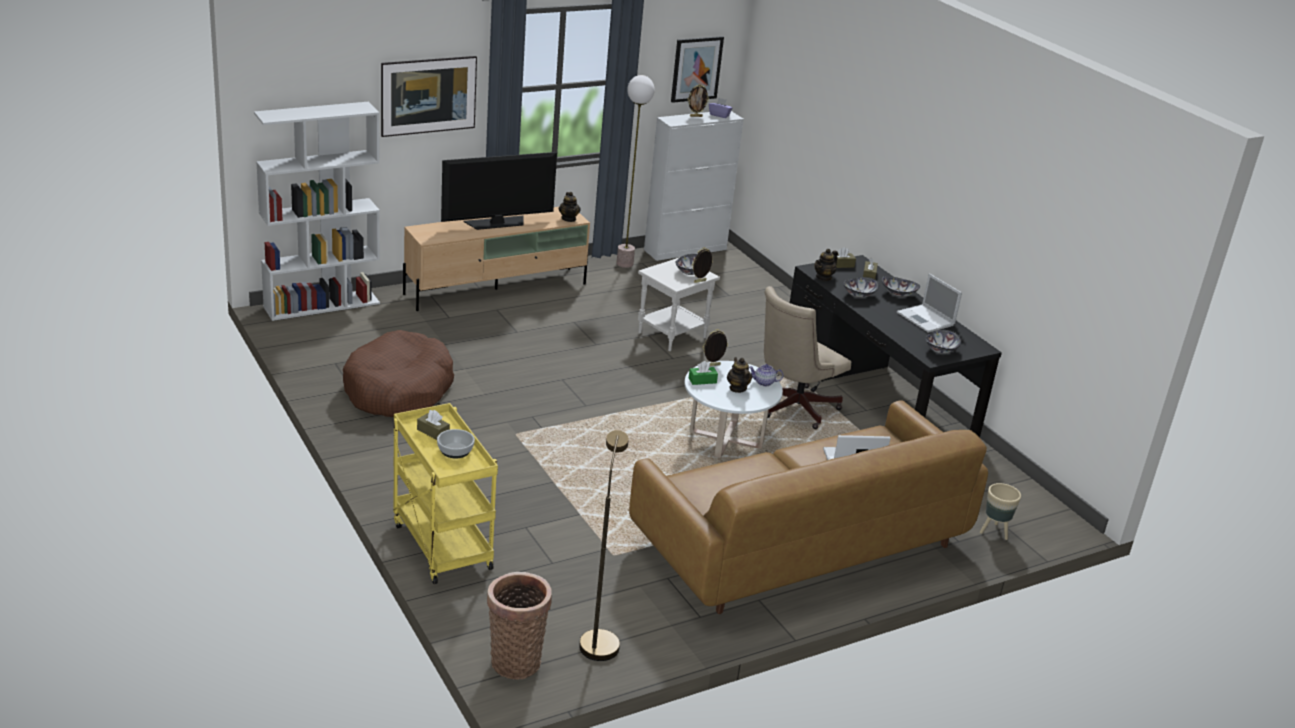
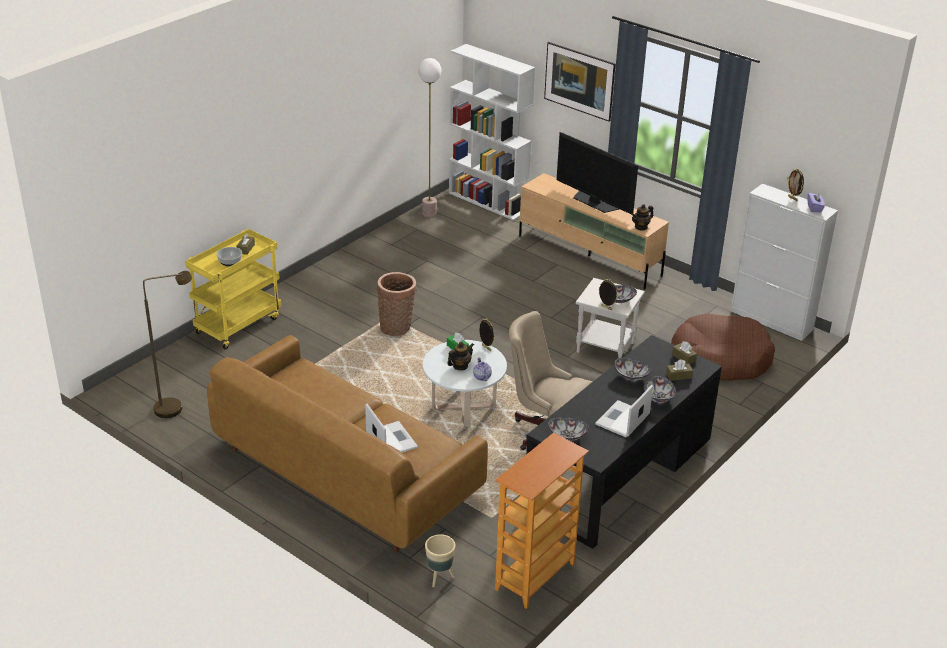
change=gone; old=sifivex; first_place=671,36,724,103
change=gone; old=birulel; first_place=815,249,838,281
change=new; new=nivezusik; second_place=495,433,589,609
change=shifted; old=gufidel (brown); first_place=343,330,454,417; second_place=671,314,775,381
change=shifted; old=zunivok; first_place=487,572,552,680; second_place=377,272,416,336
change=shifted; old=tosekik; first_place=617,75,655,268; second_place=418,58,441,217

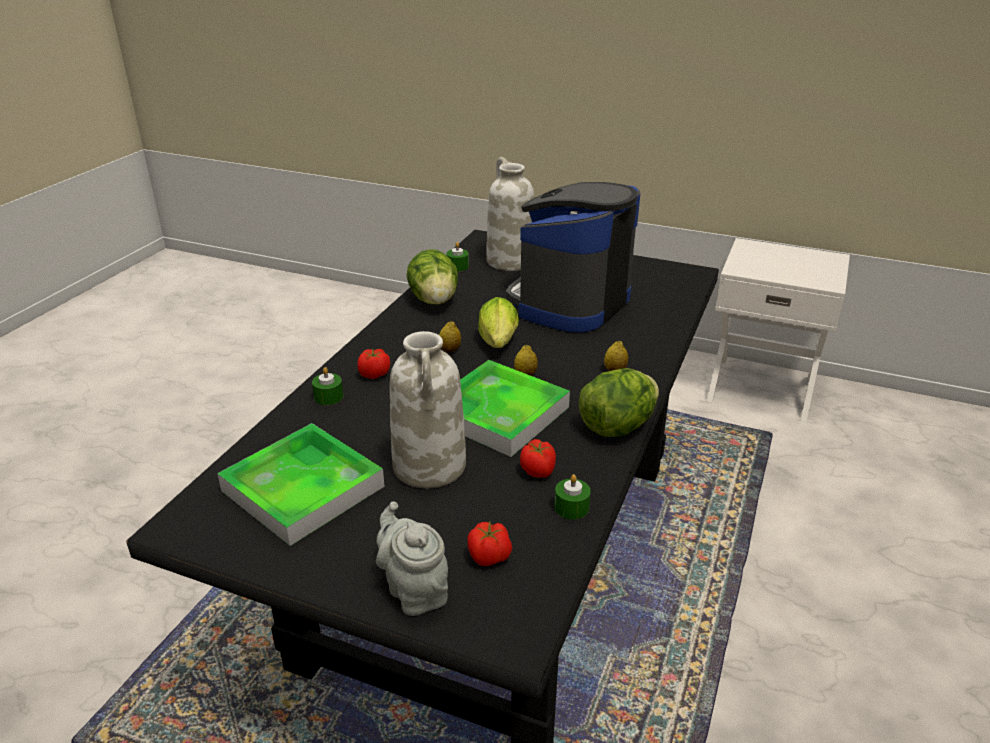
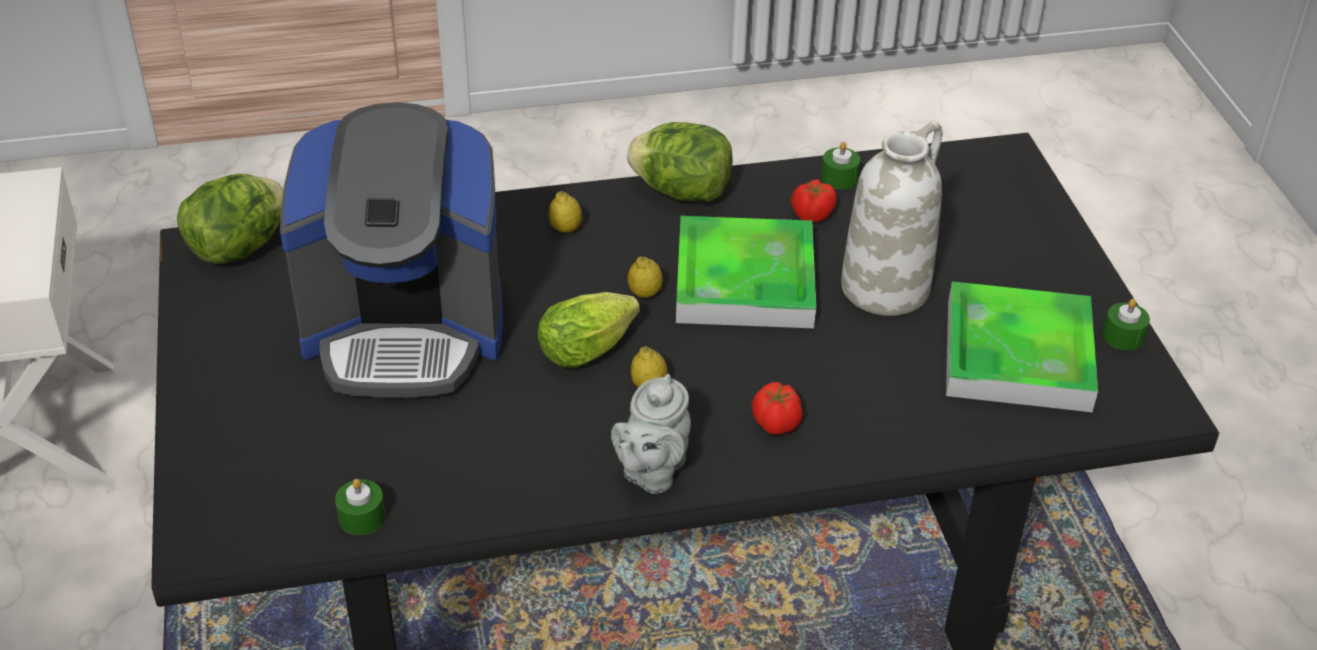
change=gone; old=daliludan; first_place=468,522,512,566
change=gone; old=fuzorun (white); first_place=486,157,535,271
change=shifted; old=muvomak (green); first_place=312,367,343,405; second_place=1102,299,1150,350
change=shifted; old=birulel (grey); first_place=376,501,448,616; second_place=611,374,691,494
change=shifted; old=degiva; first_place=407,249,458,305; second_place=177,174,284,264

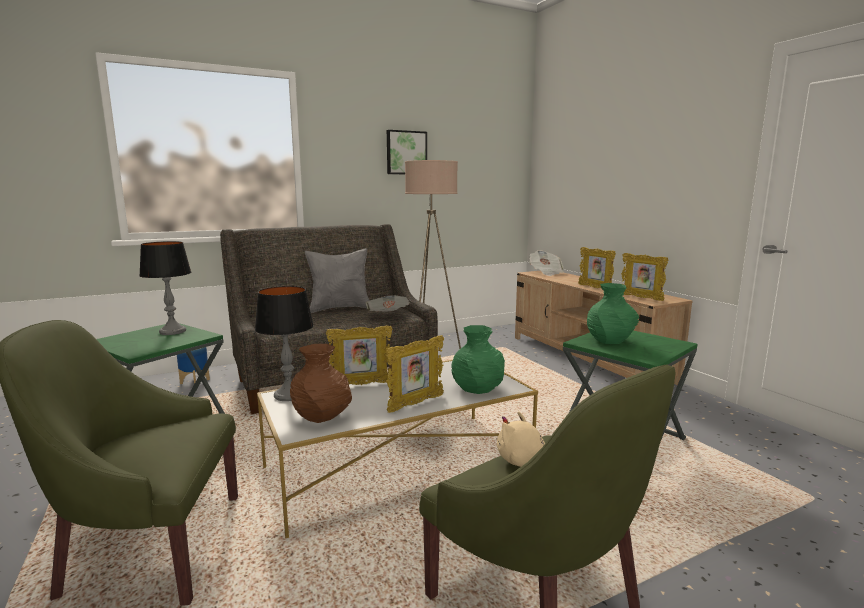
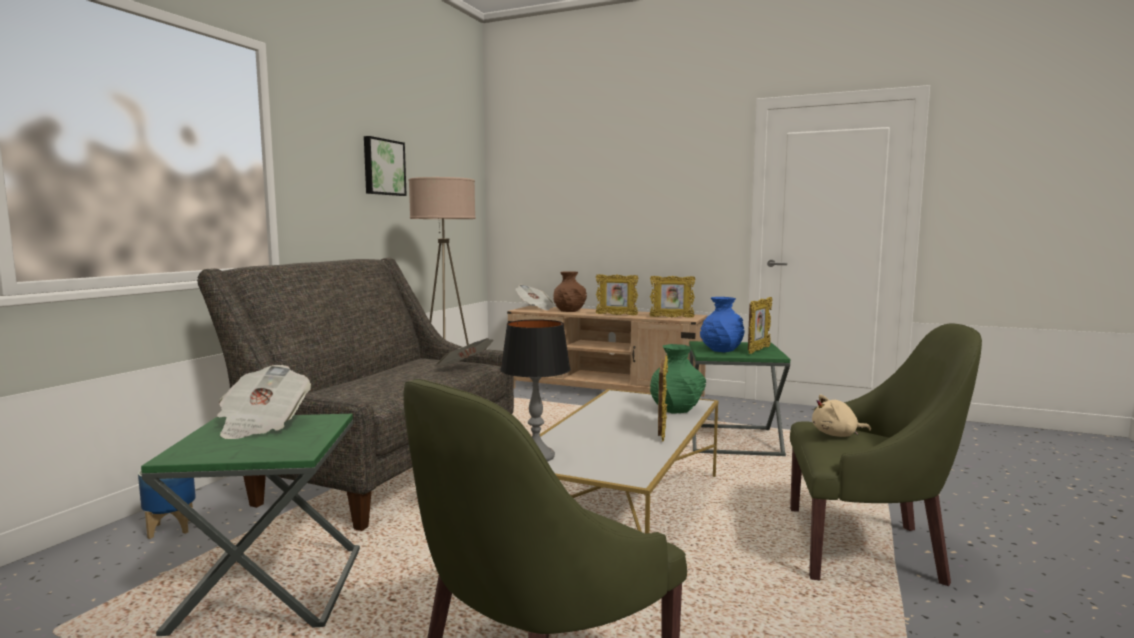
change=gone; old=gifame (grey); first_place=305,248,370,313
change=shifted; old=fuzorun (brown); first_place=290,344,352,423; second_place=553,271,587,312
change=shifted; old=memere; first_place=326,326,392,385; second_place=748,297,772,354
change=swapped; old=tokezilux; new=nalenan; first_place=139,241,192,335; second_place=217,365,311,439
change=repainted; old=fuzorun (green); new=fuzorun (blue); first_place=587,283,639,344; second_place=700,297,744,352

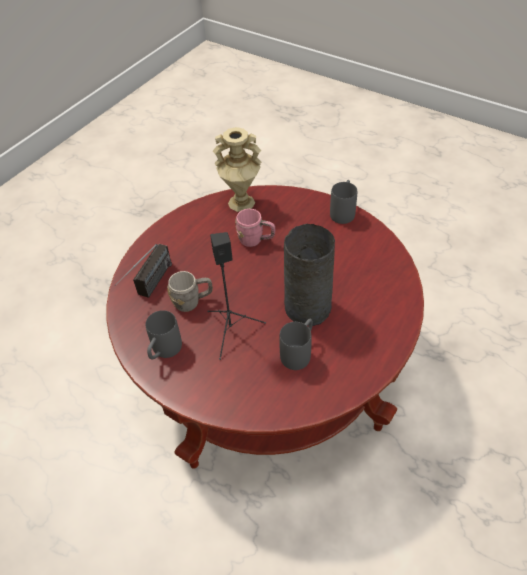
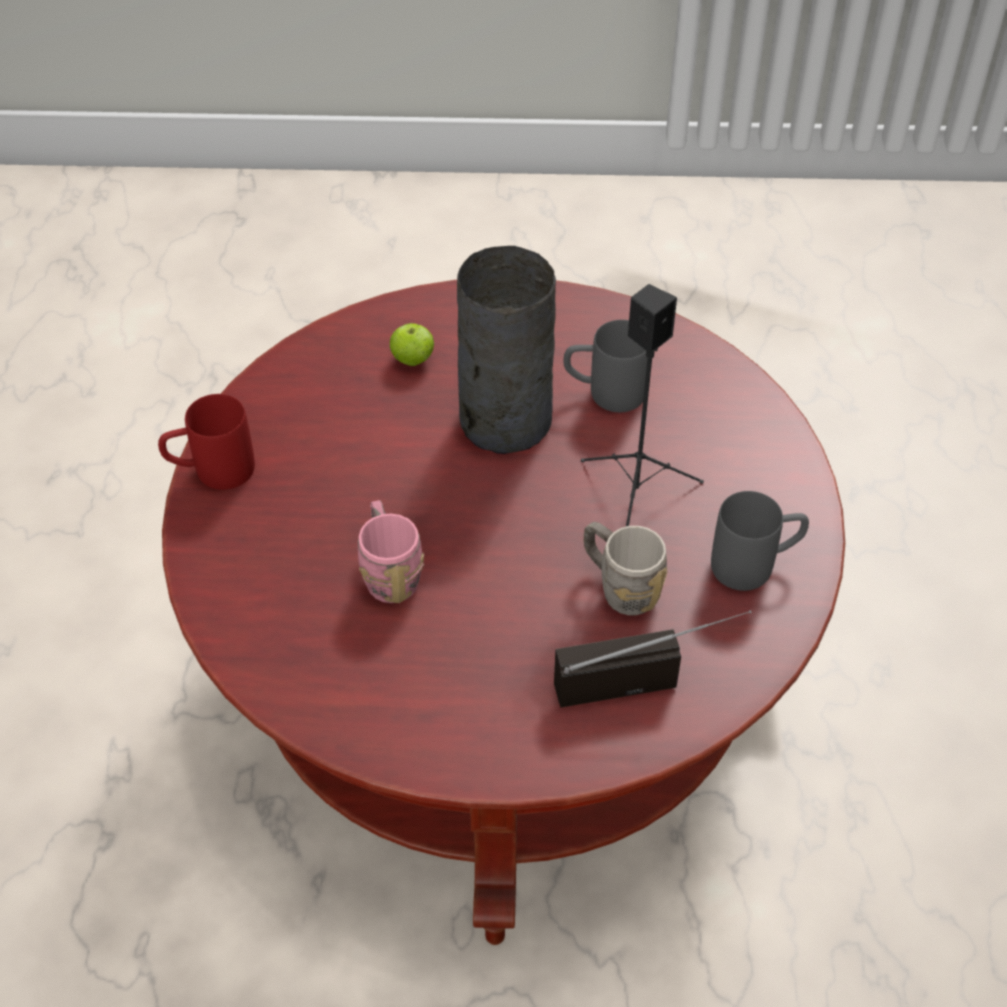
change=gone; old=fuzorun (beige); first_place=213,127,261,212
change=new; new=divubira; second_place=389,323,434,366
change=repainted; old=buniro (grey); new=buniro (red); first_place=330,180,357,224; second_place=158,394,255,490

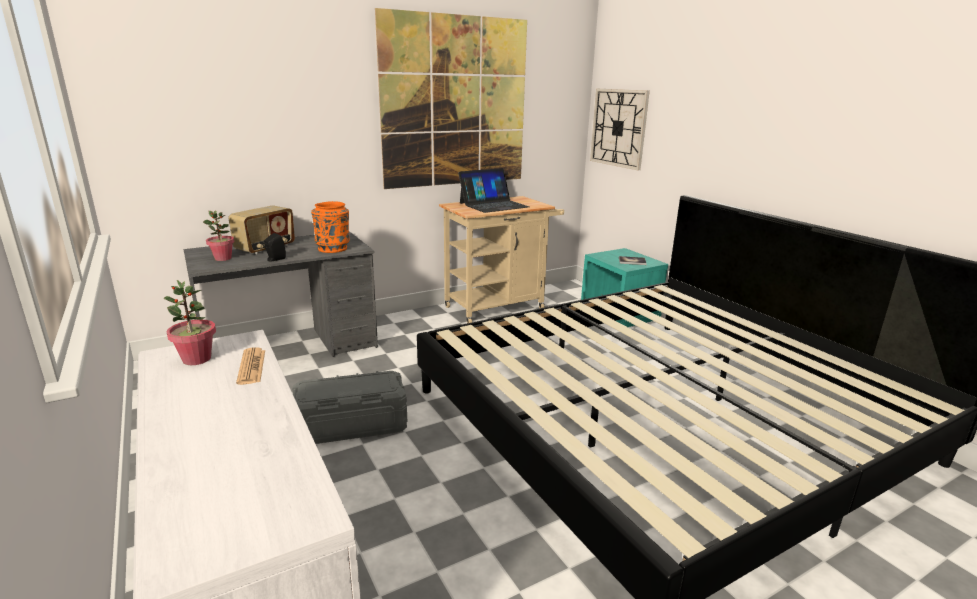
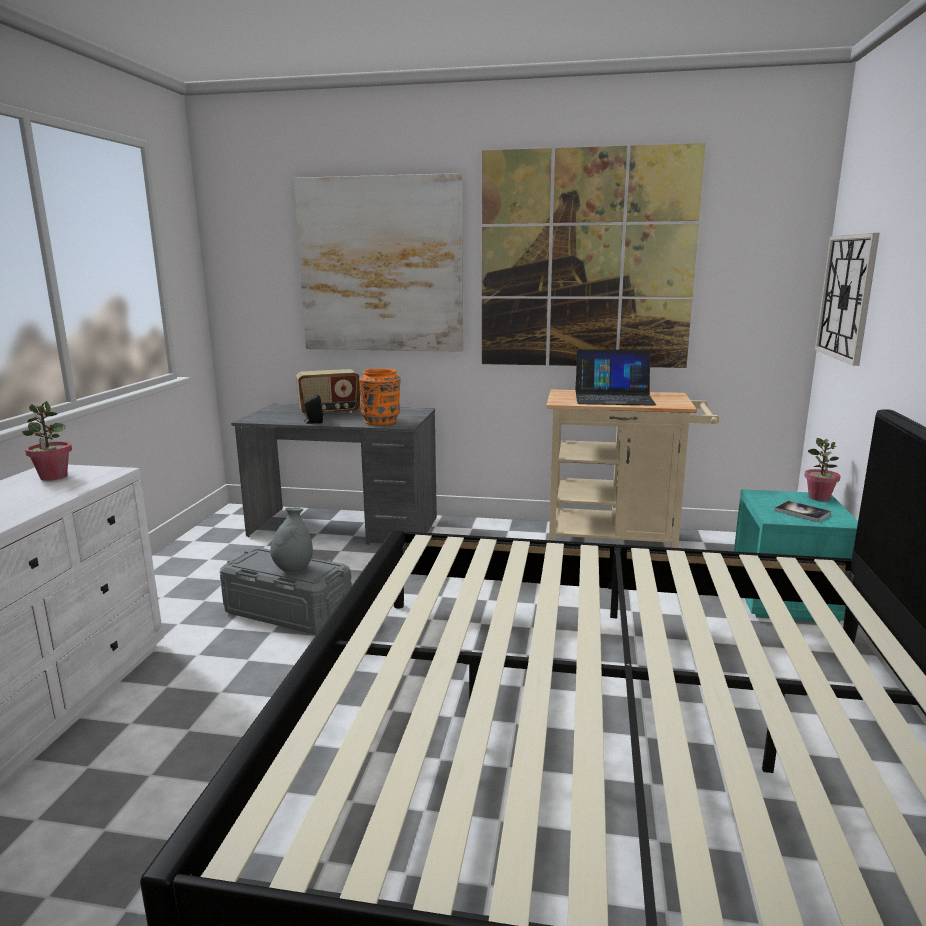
change=gone; old=nalenan; first_place=236,347,265,385
change=new; new=fuzorun (grey); second_place=270,507,313,572
change=new; new=sifivex; second_place=294,173,463,352
change=shifted; old=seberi; first_place=203,210,235,261; second_place=804,438,840,501

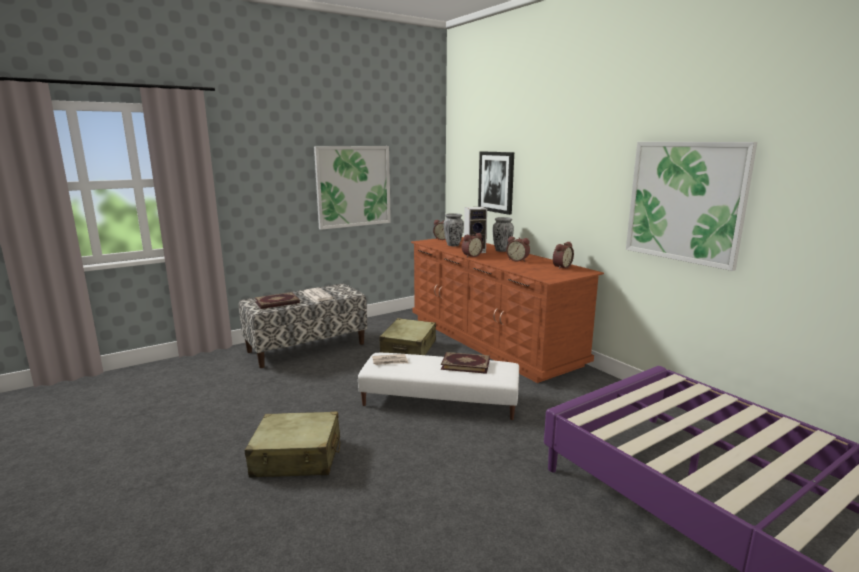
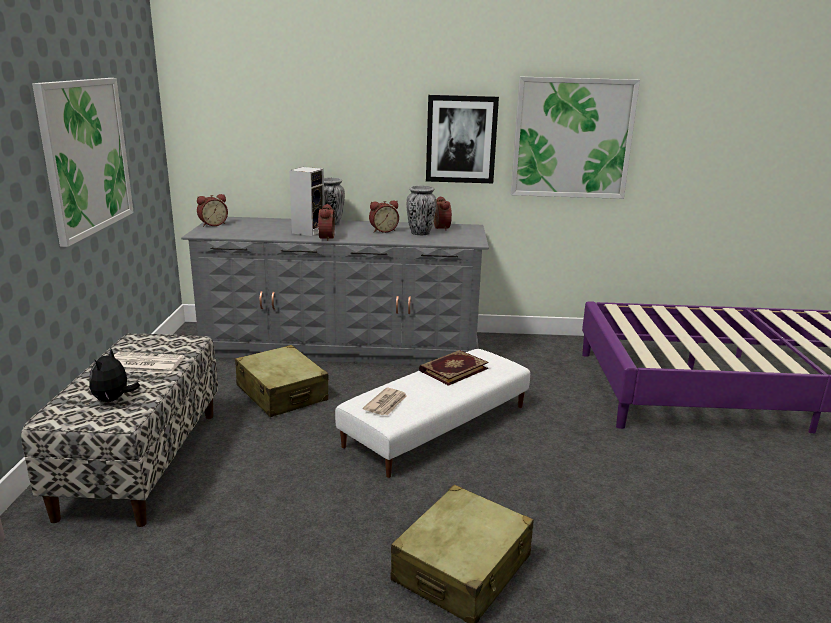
change=shifted; old=fuzorun; first_place=444,213,464,246; second_place=406,185,437,235
change=shifted; old=sifivex; first_place=478,151,514,215; second_place=426,95,499,183
change=swapped; old=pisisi; new=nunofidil; first_place=255,292,300,309; second_place=89,349,140,402
change=repainted; old=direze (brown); new=direze (grey); first_place=411,237,604,383; second_place=181,217,489,365

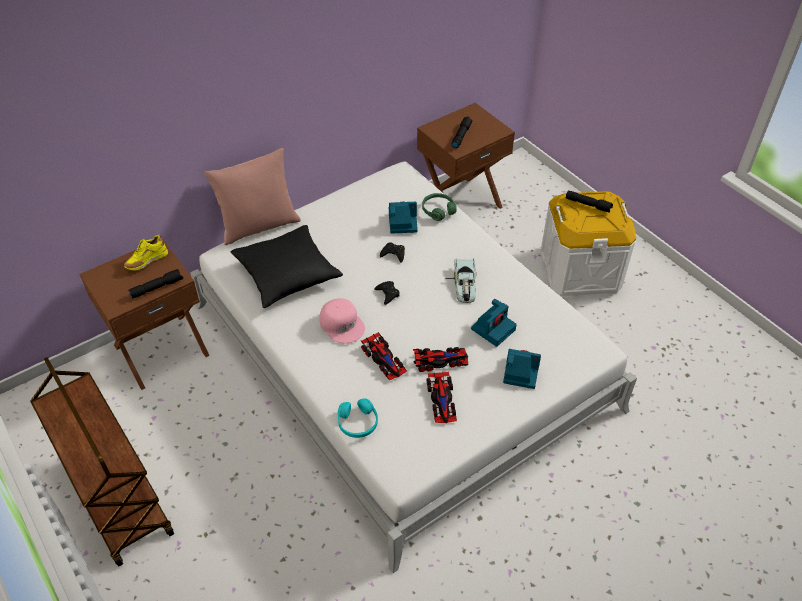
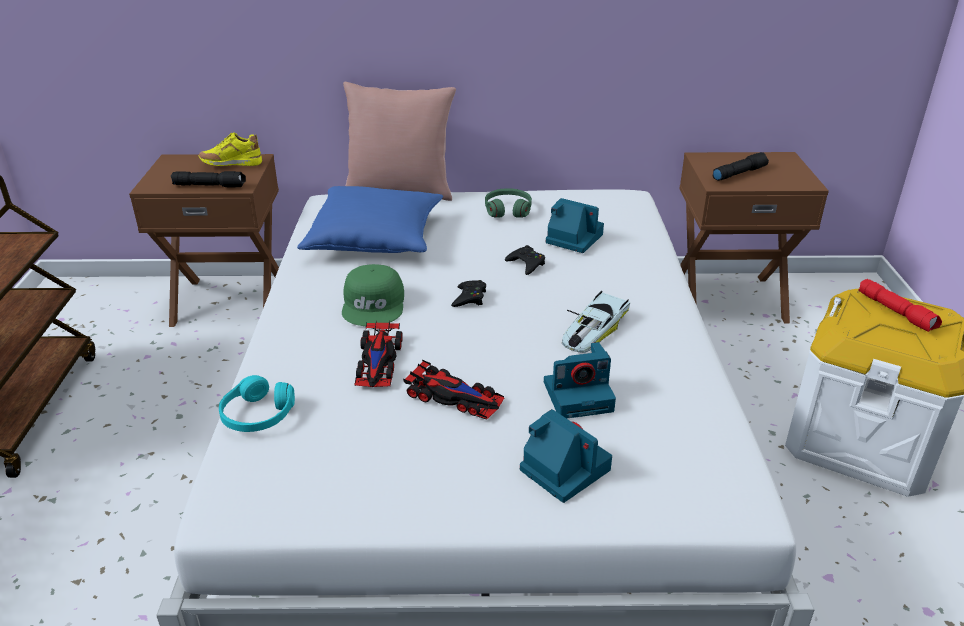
change=gone; old=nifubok; first_place=427,372,457,423
change=shifted; old=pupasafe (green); first_place=422,193,457,221; second_place=485,189,532,218
change=repainted; old=gifame (black); new=gifame (blue); first_place=231,225,343,308; second_place=297,186,443,253
change=repainted; old=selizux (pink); new=selizux (green); first_place=319,298,365,344; second_place=342,264,404,326
change=repainted; old=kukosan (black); new=kukosan (red); first_place=566,191,613,213; second_place=859,279,942,332

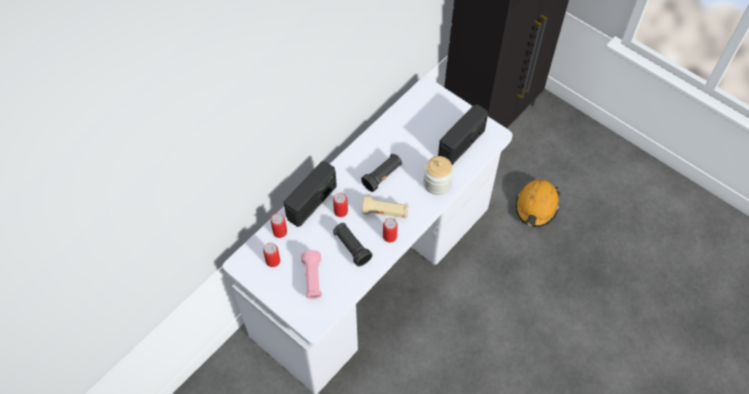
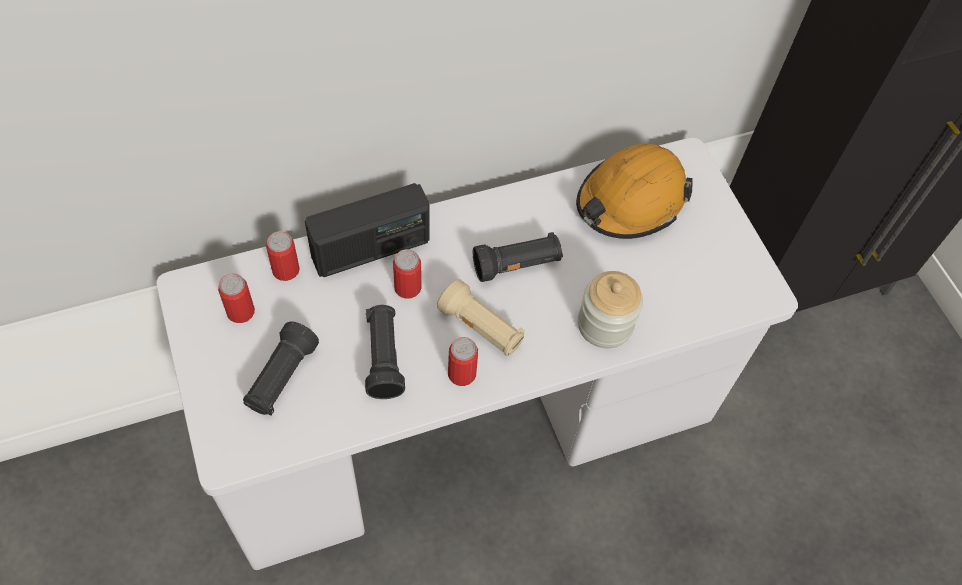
change=gone; old=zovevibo; first_place=438,104,488,165
change=shifted; old=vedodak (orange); first_place=515,179,560,227; second_place=576,144,693,239
change=repainted; old=kukosan (pink); new=kukosan (black); first_place=301,250,322,299; second_place=243,321,319,415

